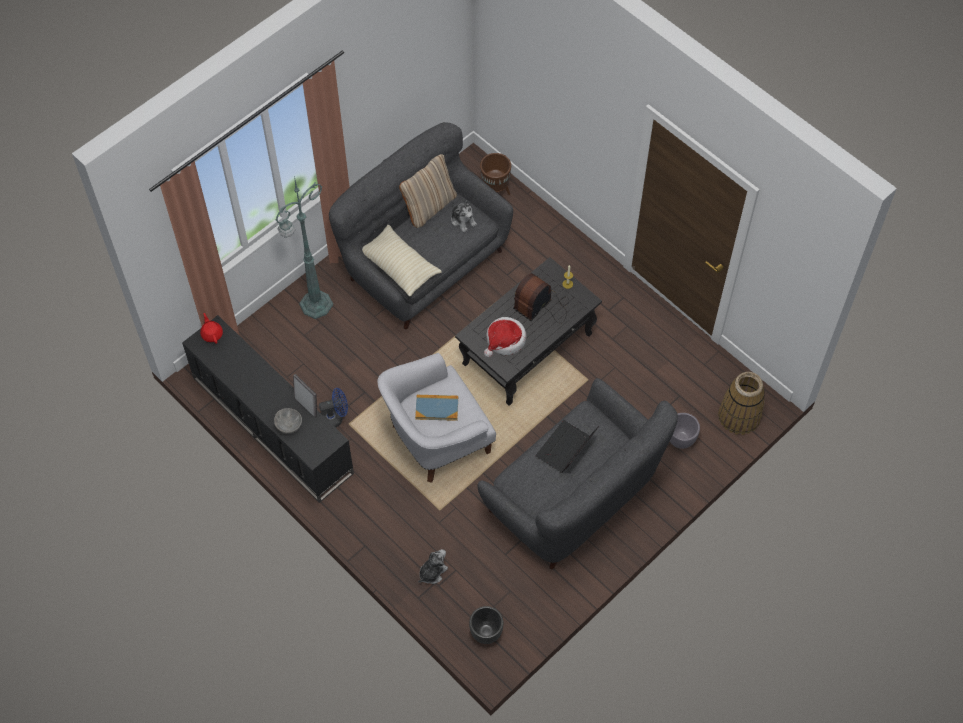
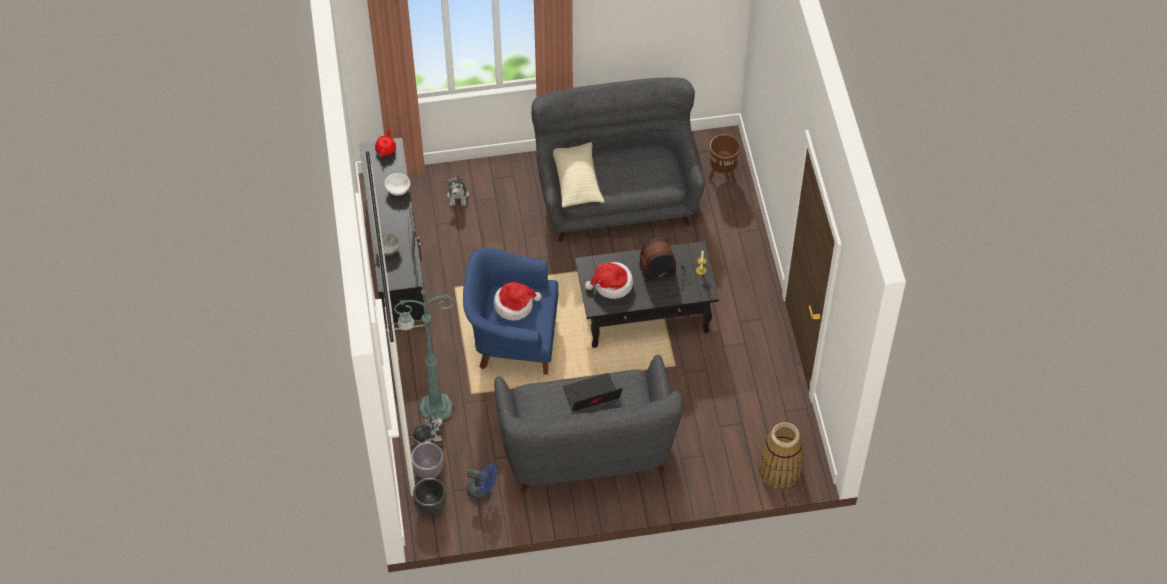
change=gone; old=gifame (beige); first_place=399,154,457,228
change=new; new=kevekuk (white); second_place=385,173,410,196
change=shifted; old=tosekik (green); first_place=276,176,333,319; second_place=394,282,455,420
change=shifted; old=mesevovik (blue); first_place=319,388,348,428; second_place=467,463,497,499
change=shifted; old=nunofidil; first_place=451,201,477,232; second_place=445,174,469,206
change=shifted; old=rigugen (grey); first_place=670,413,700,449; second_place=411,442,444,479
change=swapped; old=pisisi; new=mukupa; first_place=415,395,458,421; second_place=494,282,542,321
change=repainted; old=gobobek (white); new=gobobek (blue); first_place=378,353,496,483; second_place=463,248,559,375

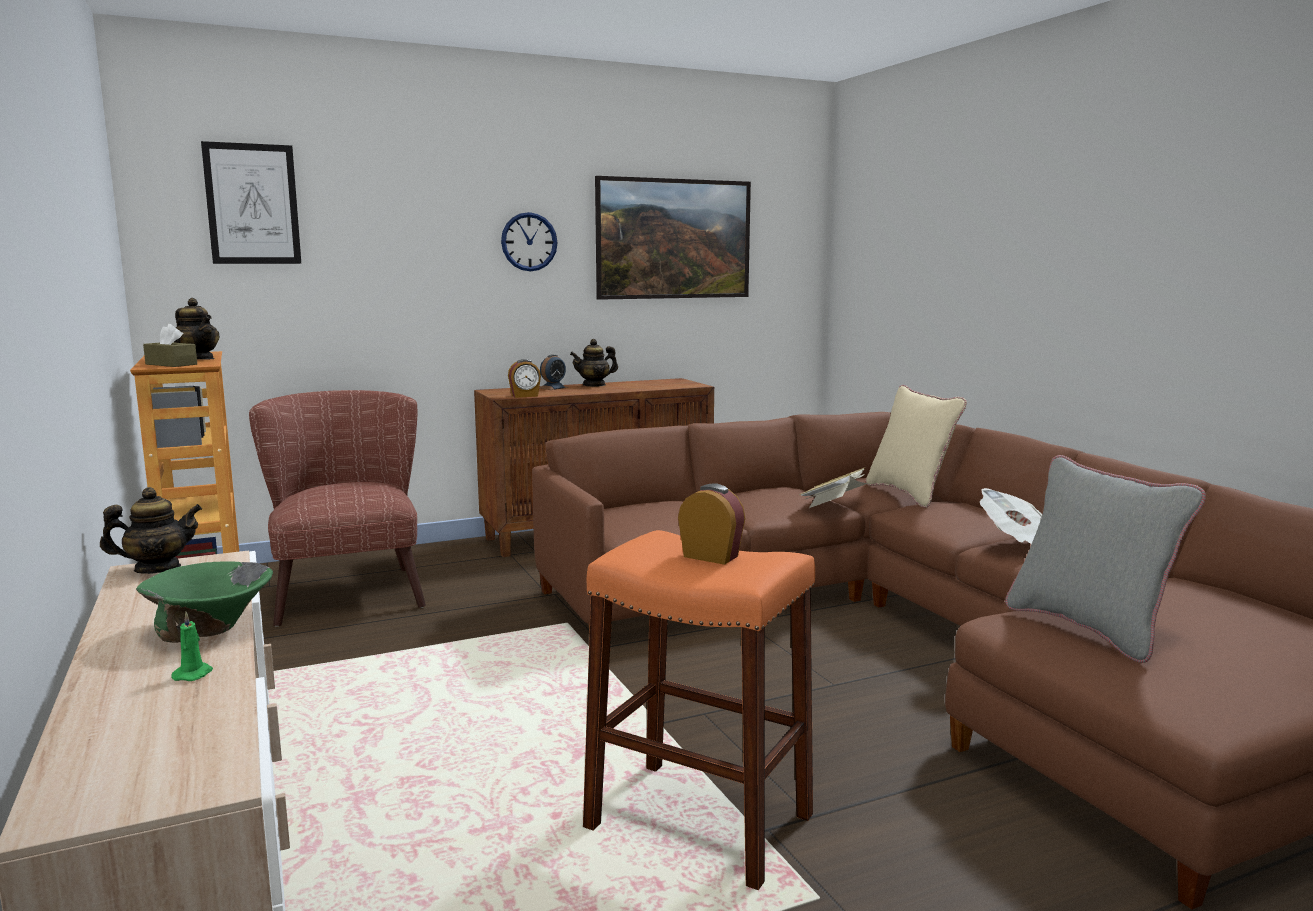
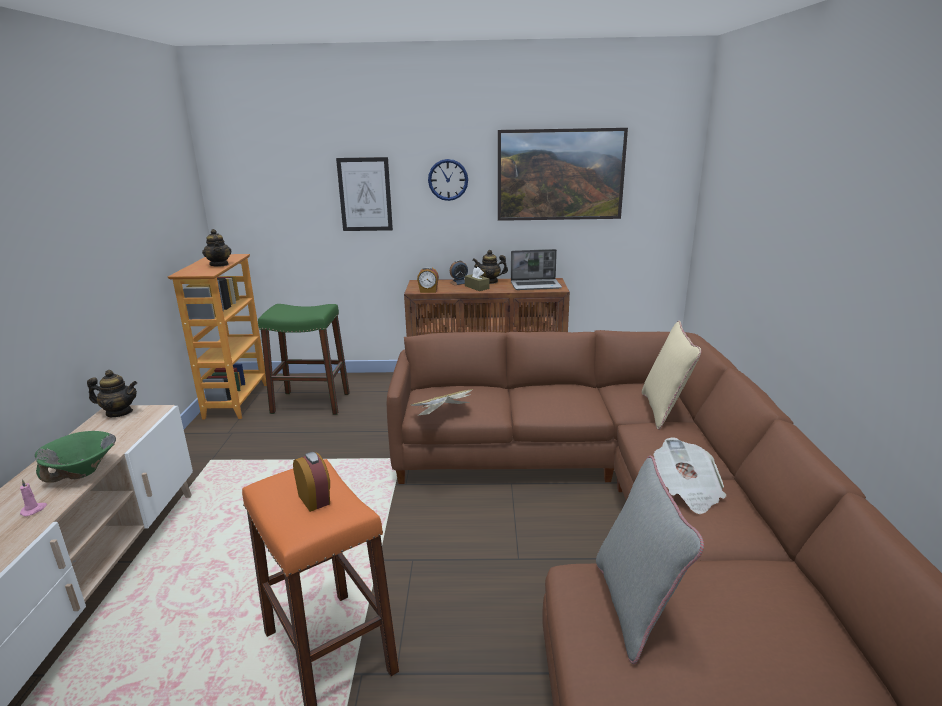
change=new; new=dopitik; second_place=511,249,562,290
change=shifted; old=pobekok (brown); first_place=143,324,197,367; second_place=465,267,490,291
change=shifted; old=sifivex; first_place=201,141,301,264; second_place=336,157,393,231
change=shifted; old=pisisi; first_place=799,467,867,508; second_place=411,389,473,416
change=swapped; old=gobobek (brown); new=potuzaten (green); first_place=249,390,426,627; second_place=258,304,350,415
change=repainted; old=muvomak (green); new=muvomak (pink); first_place=171,612,213,681; second_place=20,479,47,516

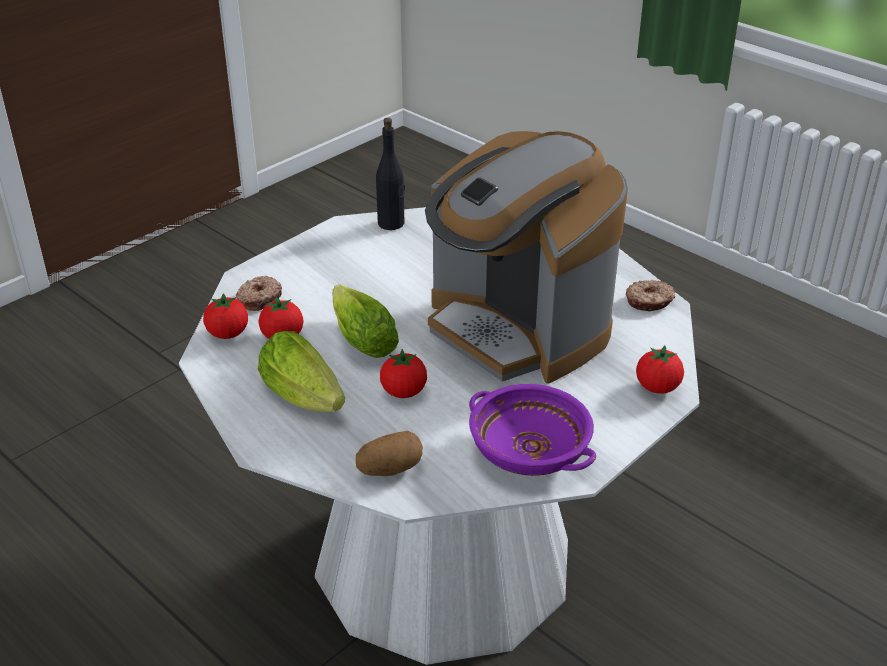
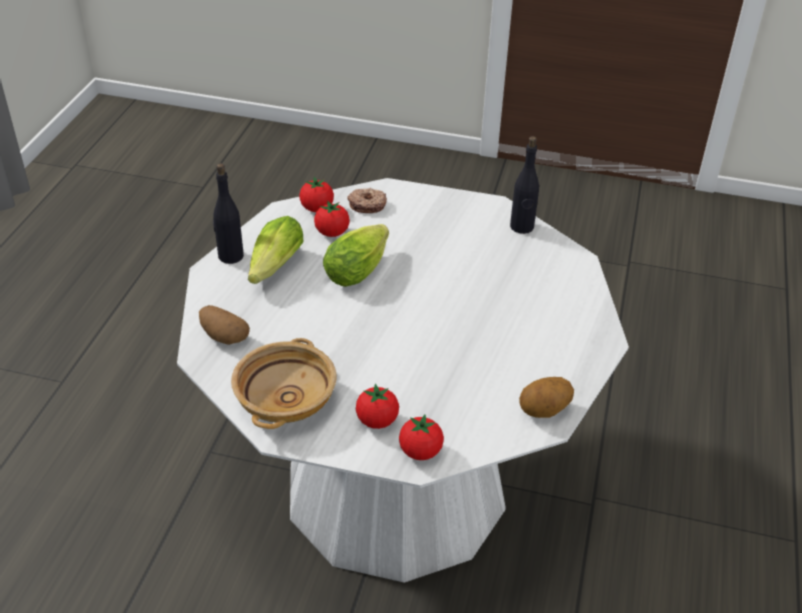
change=gone; old=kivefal; first_place=425,131,628,384
change=new; new=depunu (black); second_place=213,163,244,264
change=shifted; old=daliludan; first_place=380,349,427,398; second_place=356,384,399,429
change=swapped; old=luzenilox; new=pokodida; first_place=626,280,675,312; second_place=519,377,574,418
change=repainted; old=kevekuk (purple); new=kevekuk (beige); first_place=469,384,596,476; second_place=231,338,337,429

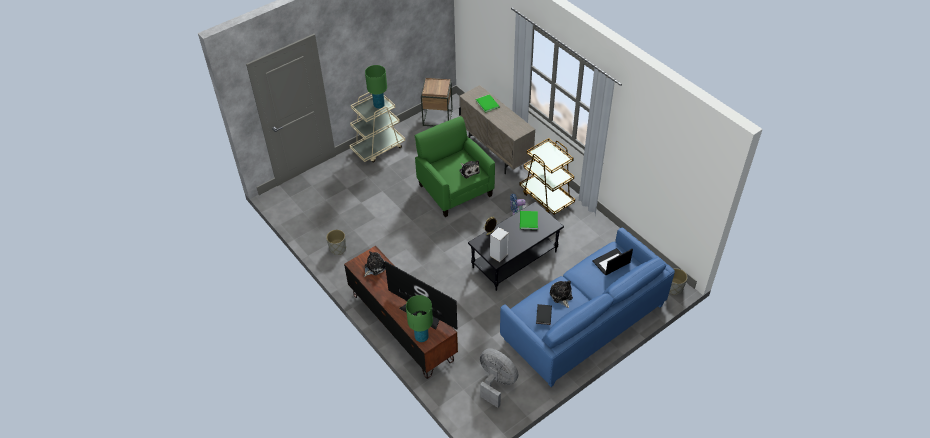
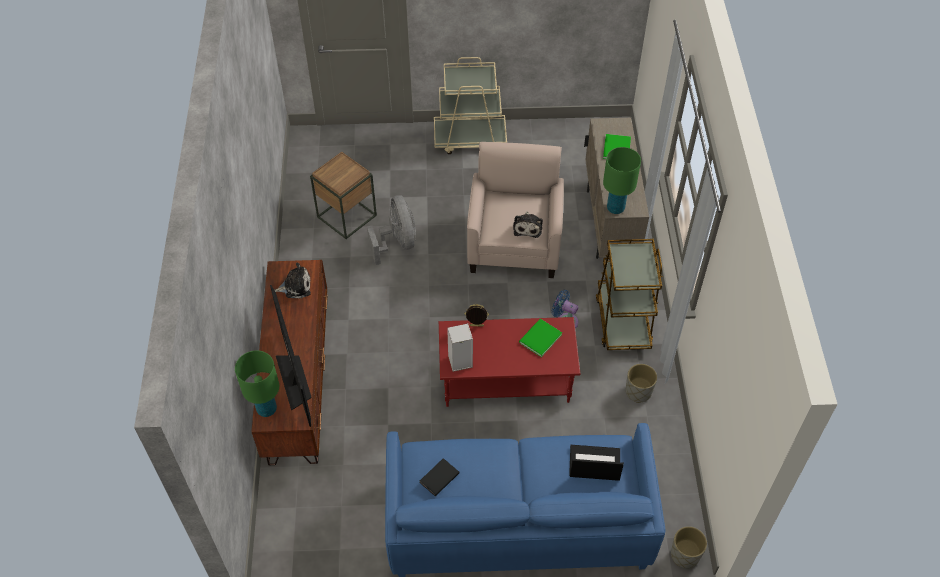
change=gone; old=nunofidil; first_place=550,280,573,308
change=shifted; old=rigugen (grey); first_place=326,230,346,255; second_place=626,364,657,403
change=shifted; old=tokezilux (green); first_place=365,65,387,108; second_place=603,147,641,214
change=shifted; old=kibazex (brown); first_place=421,78,453,127; second_place=310,152,377,239
change=shifted; old=mesevovik (grey); first_place=480,348,518,408; second_place=367,195,416,265
change=repainted; old=gobobek (green); new=gobobek (beige); first_place=415,116,495,217; second_place=467,142,564,278
change=repainted; old=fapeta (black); new=fapeta (red); first_place=468,202,564,291; second_place=439,317,580,407

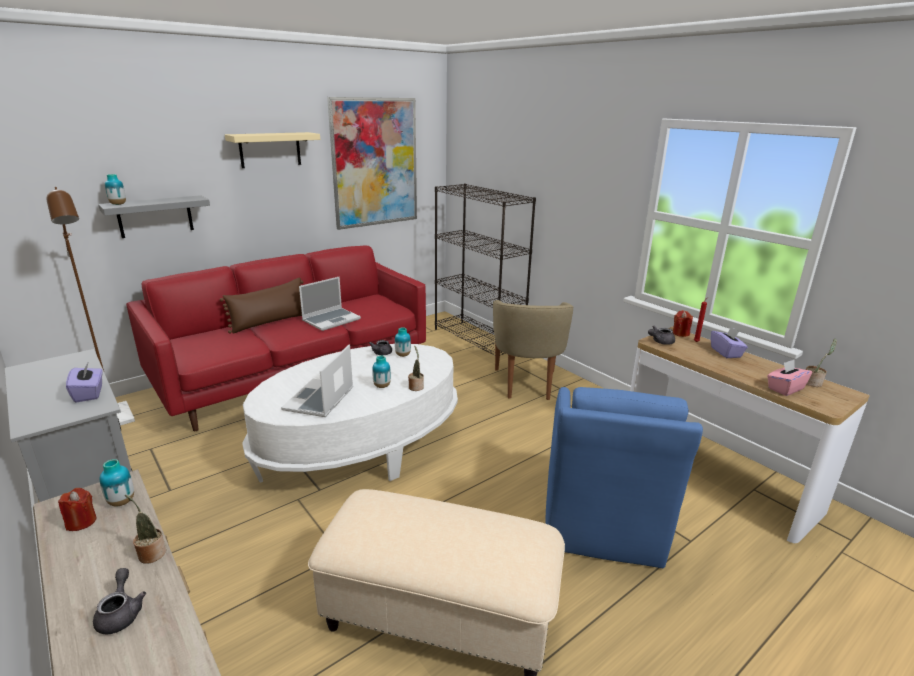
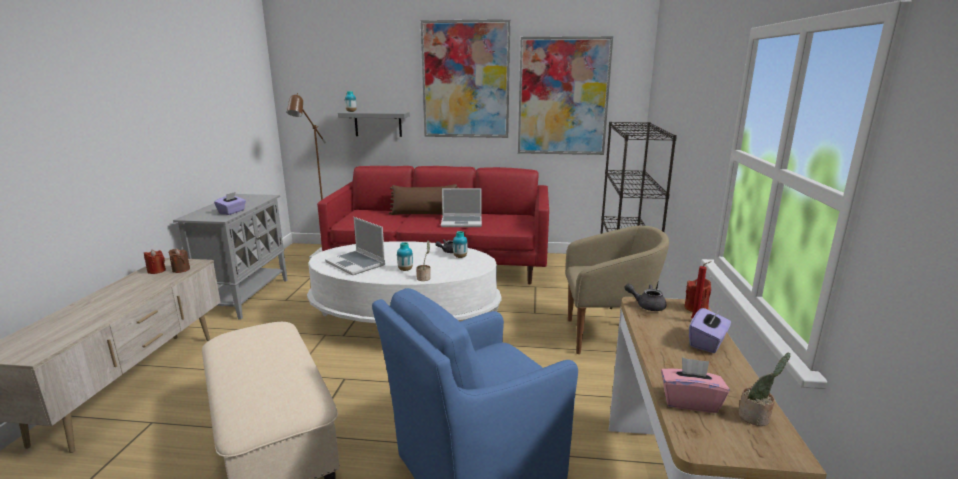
change=gone; old=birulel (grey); first_place=93,568,146,634
change=gone; old=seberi; first_place=125,495,166,564
change=swapped; old=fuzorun; new=muvomak (brown); first_place=100,459,134,506; second_place=169,249,190,273
change=swapped; old=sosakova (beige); new=sifivex; first_place=225,132,320,168; second_place=421,19,510,138
change=rotated; old=dopitik; first_place=281,344,353,417; second_place=325,217,385,275; degrees=-105
change=rotated; old=gobobek (beige); first_place=493,300,573,400; second_place=565,226,669,354; degrees=-135

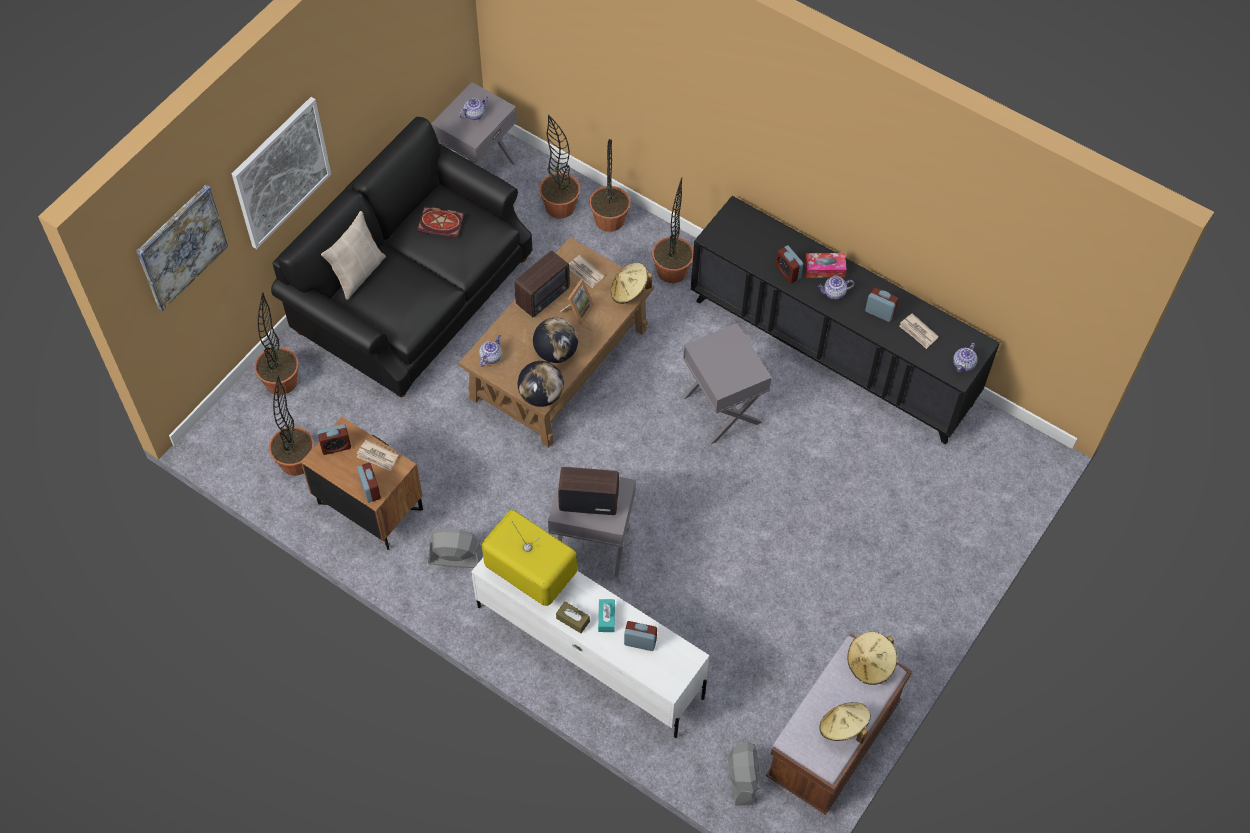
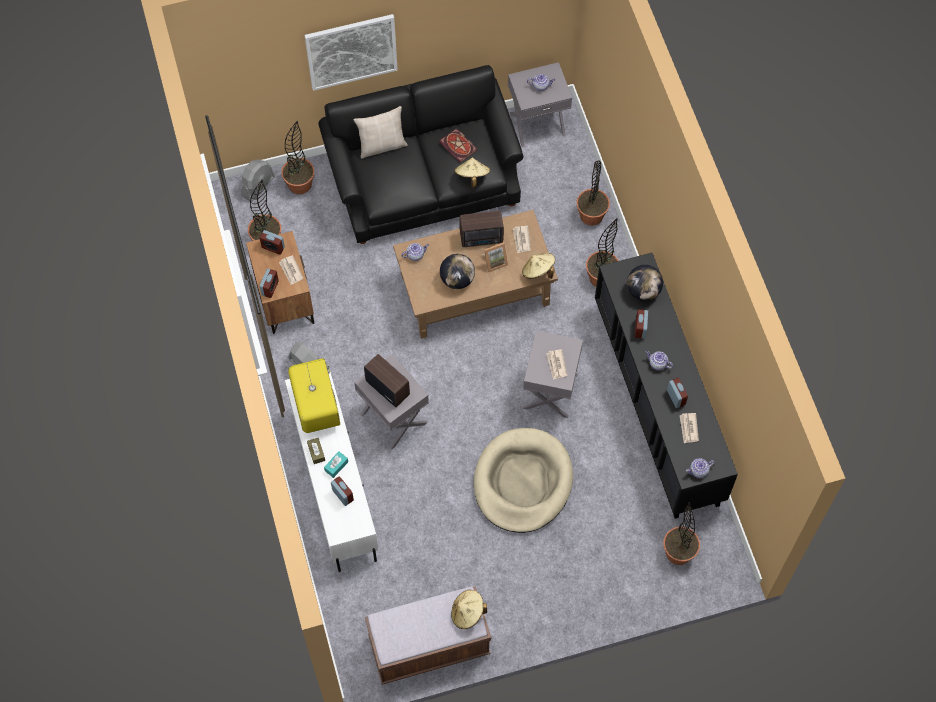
change=gone; old=sifivex; first_place=137,184,228,311
change=gone; old=pobekok; first_place=805,253,847,278
change=new; new=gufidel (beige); second_place=474,428,573,533
change=new; new=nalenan; second_place=546,349,567,380
change=shifted; old=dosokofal; first_place=518,361,564,407; second_place=627,265,663,301
change=shifted; old=seberi; first_place=539,114,580,219; second_place=663,502,700,565
change=shifted; old=mesevovik (grey); first_place=728,742,760,806; second_place=241,159,275,202
change=shifted; old=mukupa (beige); first_place=819,702,871,744; second_place=454,158,490,188

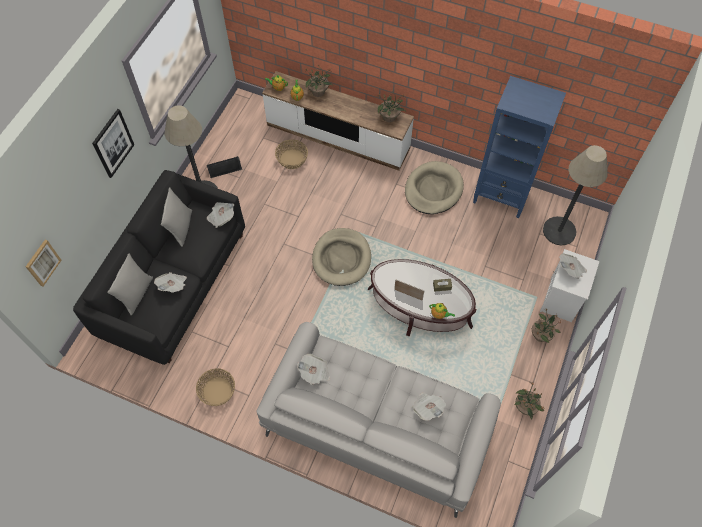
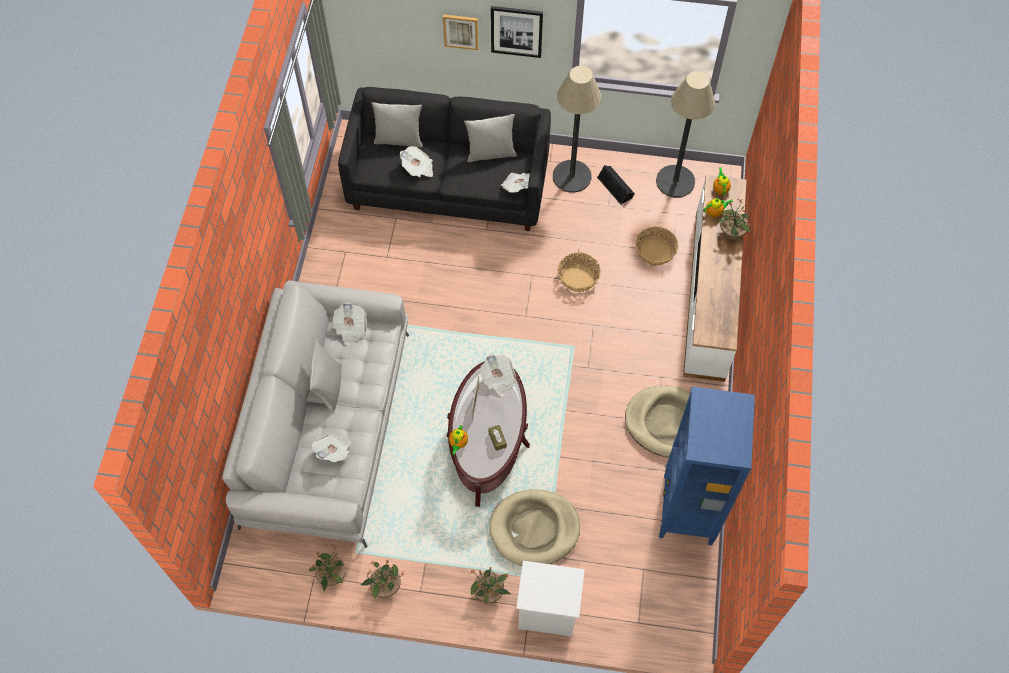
change=new; new=gifame (grey); second_place=310,340,342,413
change=shifted; old=sifivex; first_place=26,240,62,286; second_place=443,14,479,50
change=shifted; old=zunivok; first_place=196,368,235,406; second_place=558,252,601,292
change=shifted; old=gufidel (beige); first_place=312,228,371,286; second_place=489,489,580,566
change=shifted; old=seberi; first_place=376,90,406,122; second_place=309,545,346,591
change=shifted; old=tosekik; first_place=543,145,608,246; second_place=656,71,715,198
change=shifted; old=nalenan; first_place=559,253,587,279; second_place=480,354,517,397

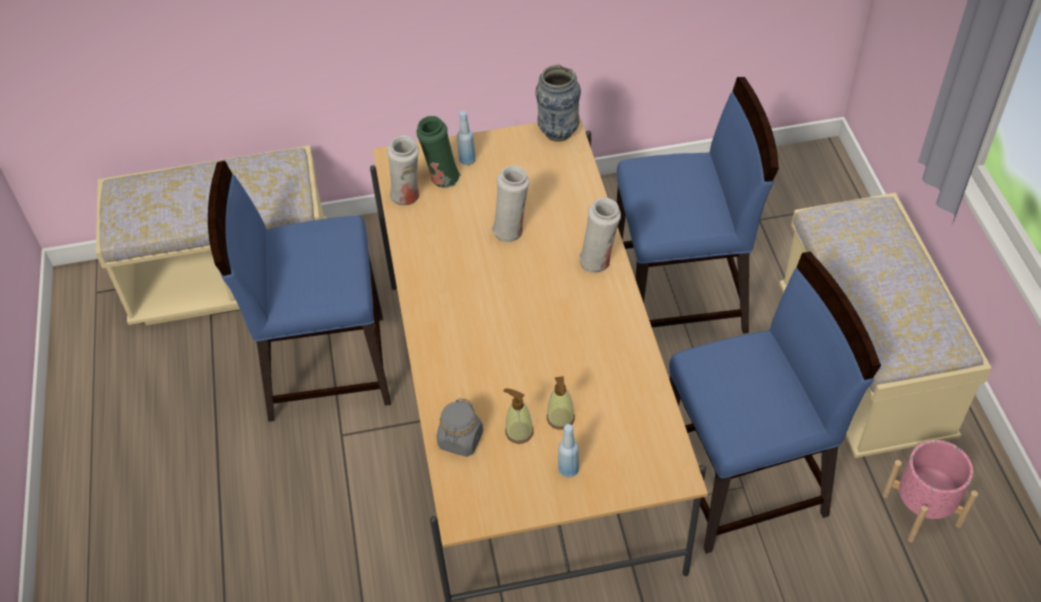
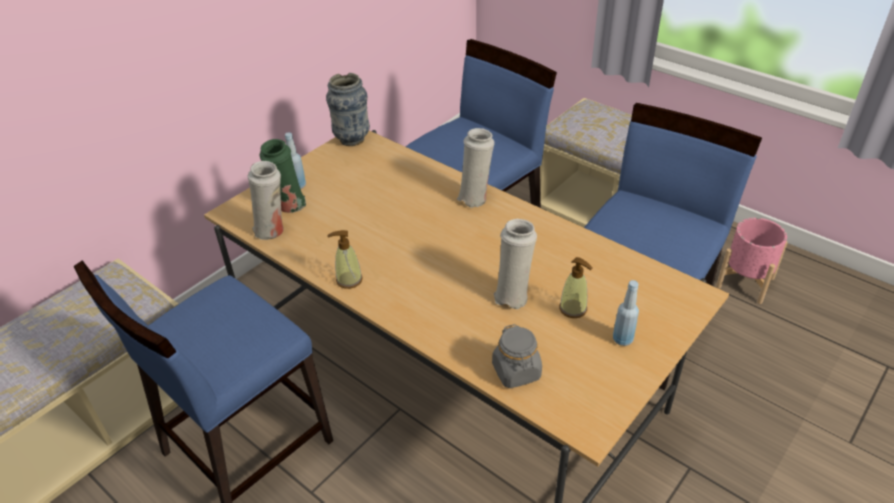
change=shifted; old=fuzorun (white); first_place=491,165,529,242; second_place=494,219,537,309
change=shifted; old=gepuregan; first_place=503,388,534,444; second_place=328,230,363,289

